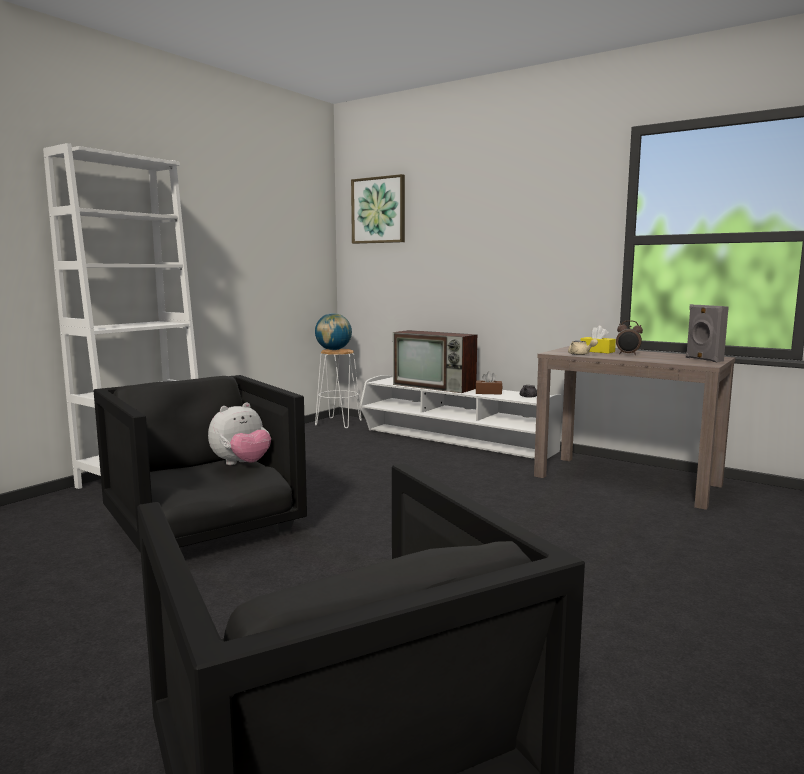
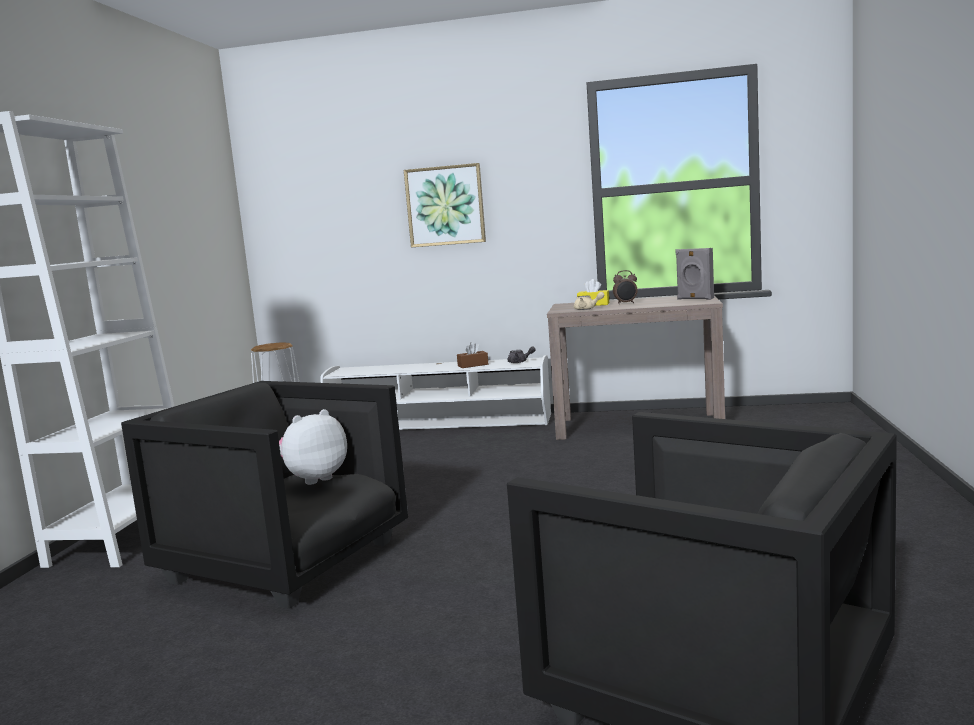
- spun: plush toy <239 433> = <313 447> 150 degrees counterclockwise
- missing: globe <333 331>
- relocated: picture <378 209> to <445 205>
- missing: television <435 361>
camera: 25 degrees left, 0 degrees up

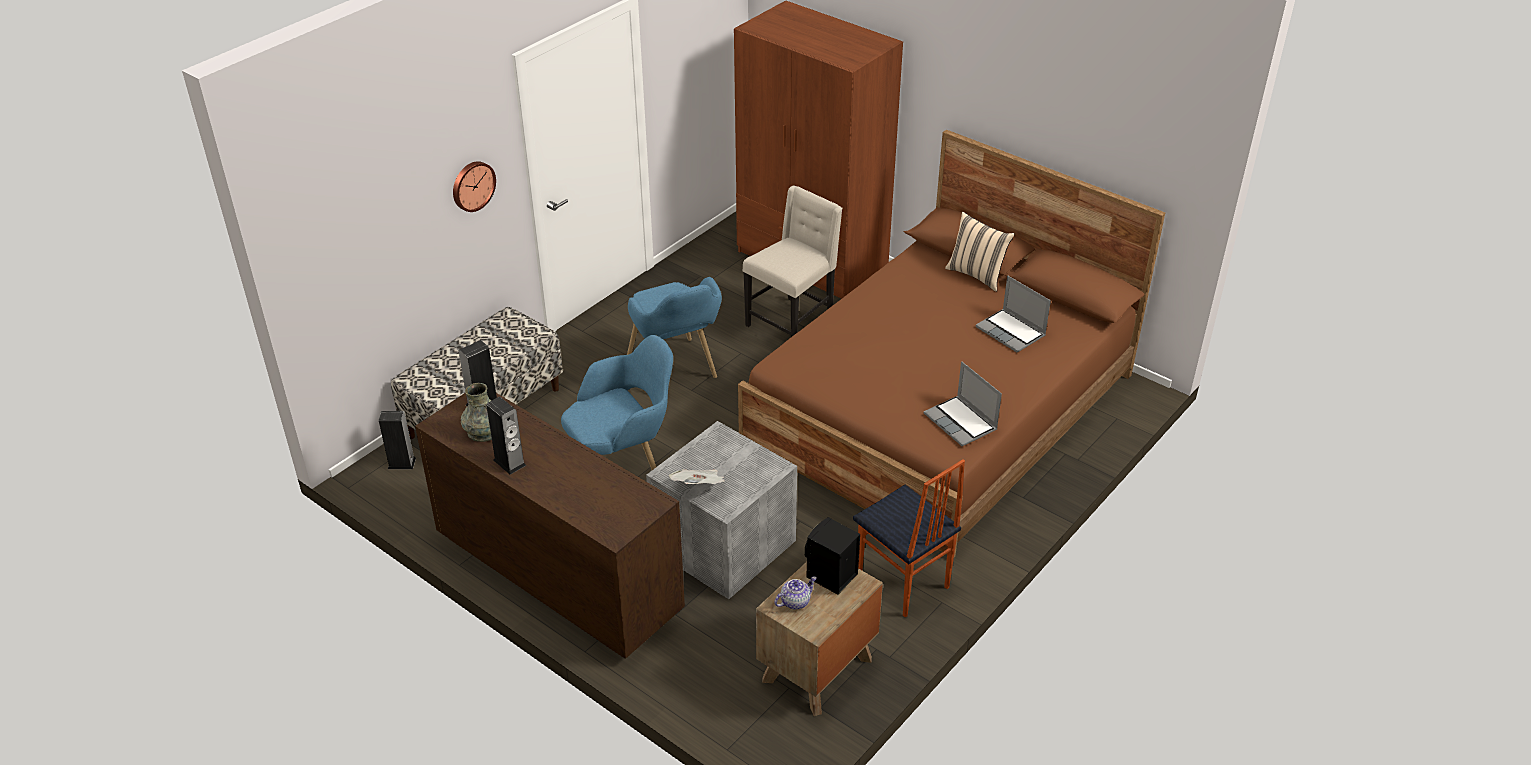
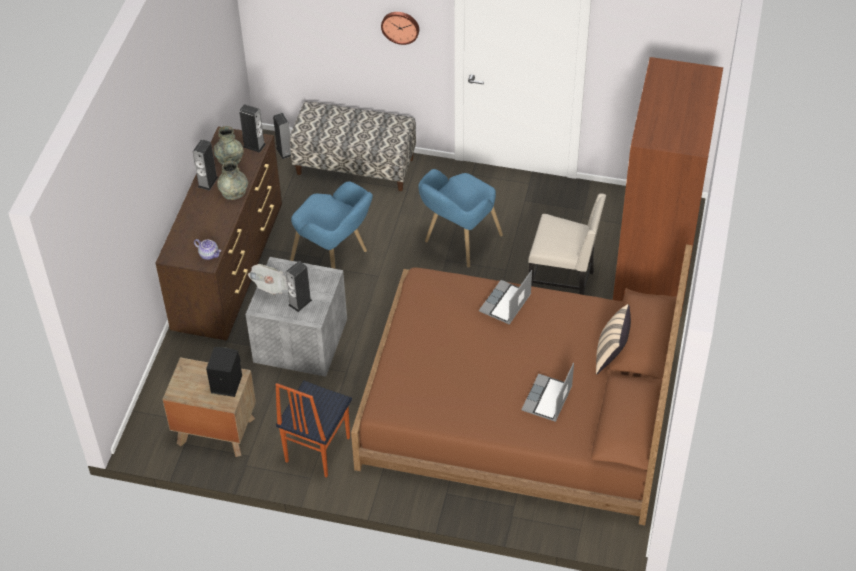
- relocated: teapot <795 593> to <207 249>
- relocated: laptop <963 403> to <505 297>
- appeared: vase/grey <232 180>
- appeared: speaker <299 286>
camera: 65 degrees right, 10 degrees up

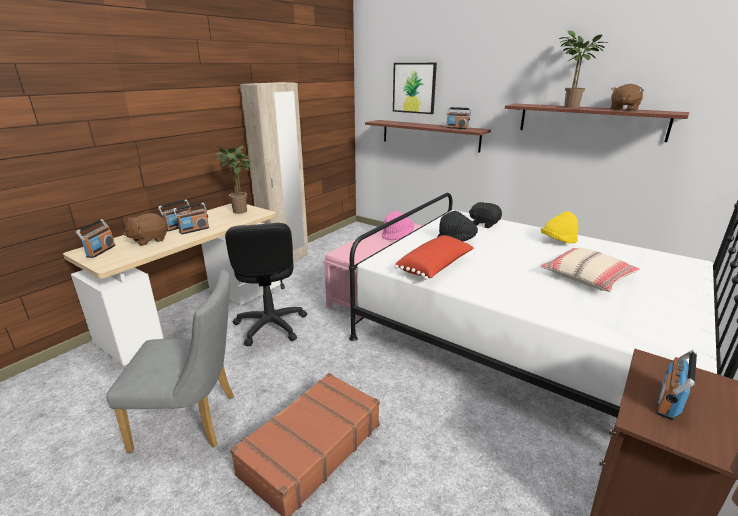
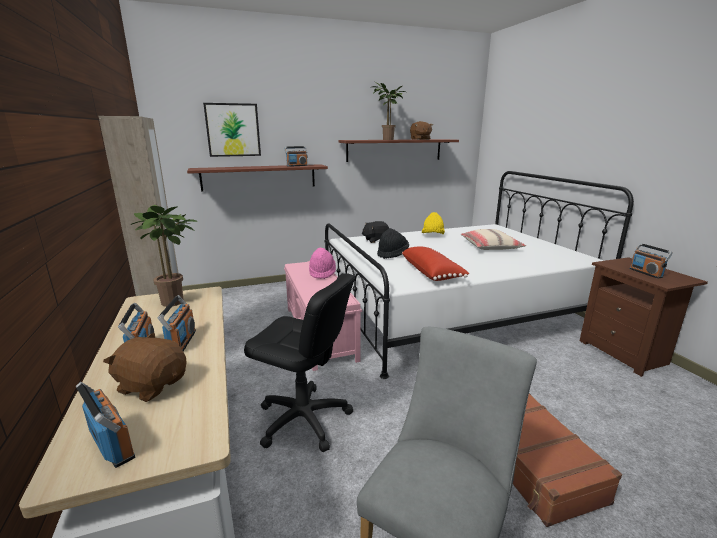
- spun: plush toy/brown <145 229> = <145 367> 120 degrees clockwise
camera: 55 degrees left, 5 degrees down

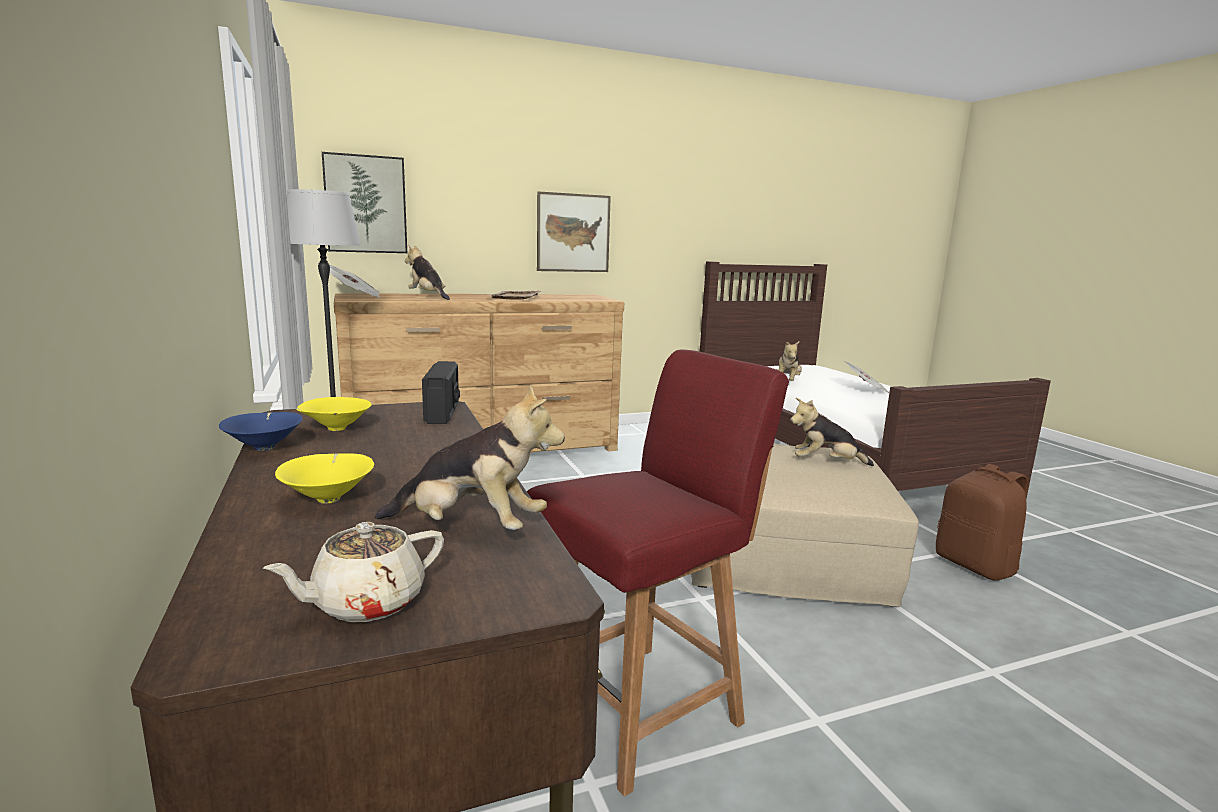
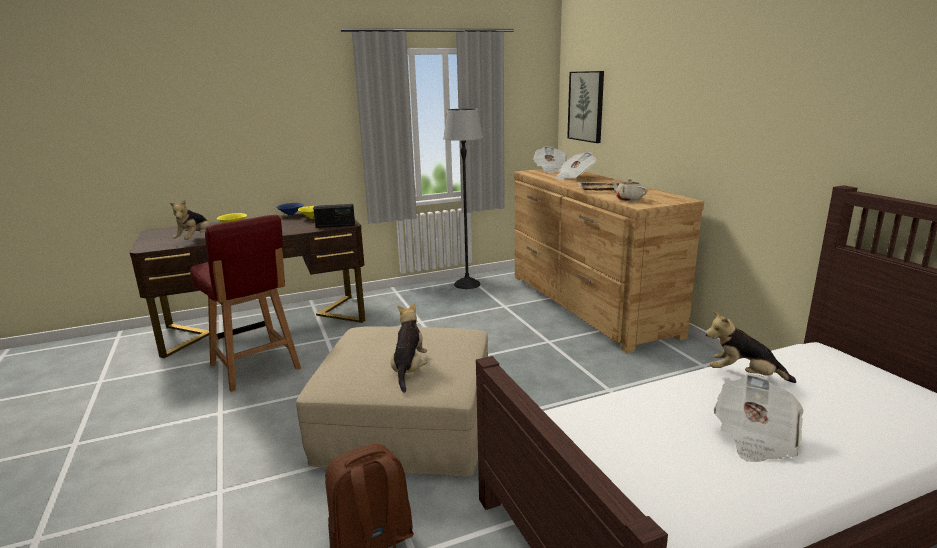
- relocated: teapot/beige <353 572> to <630 190>
- exchanged: plush toy <427 272> to newspaper <576 165>
- missing: picture <574 231>
camera: 90 degrees right, 5 degrees up

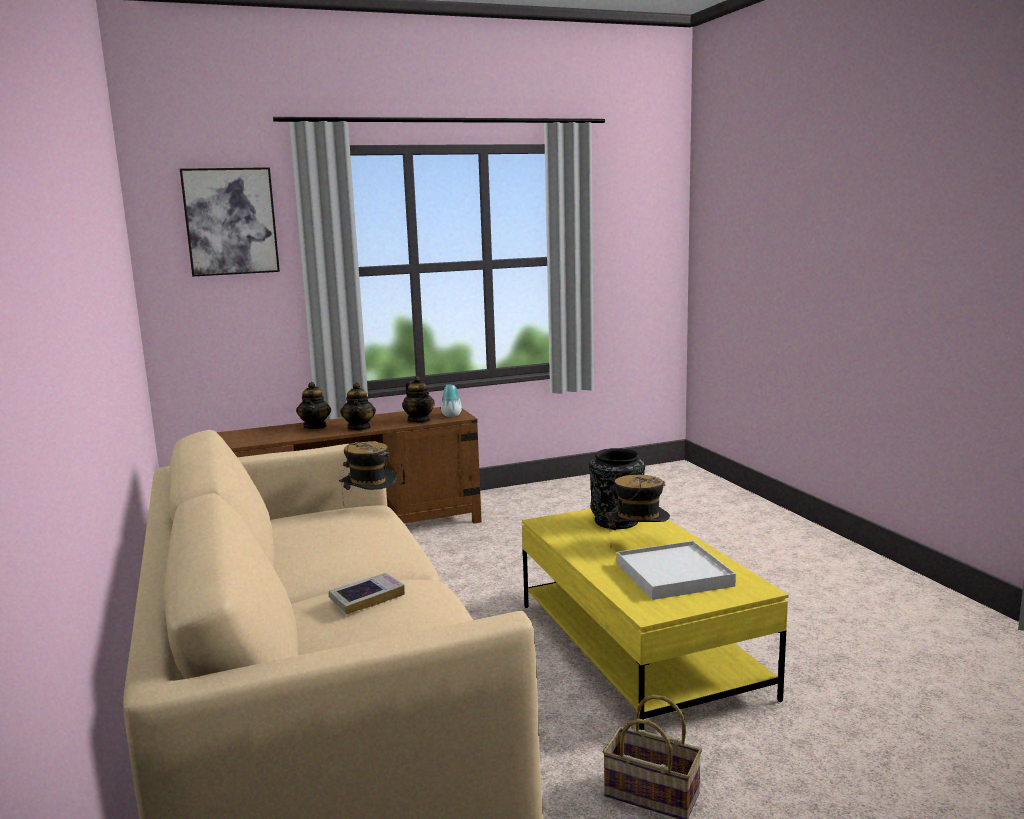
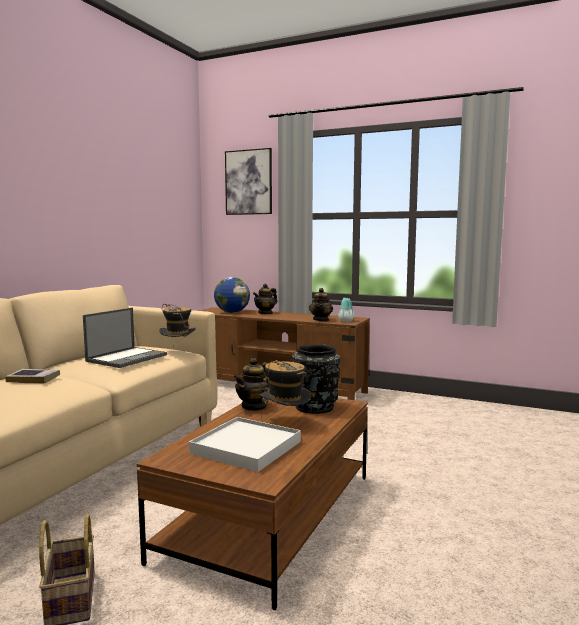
- relocated: teapot <358 406> to <251 384>
- colour: coffee table/yellow <655 619> to coffee table/brown <252 504>
- appeared: laptop <125 338>
- appeared: globe <232 295>
camera: 45 degrees right, 5 degrees down

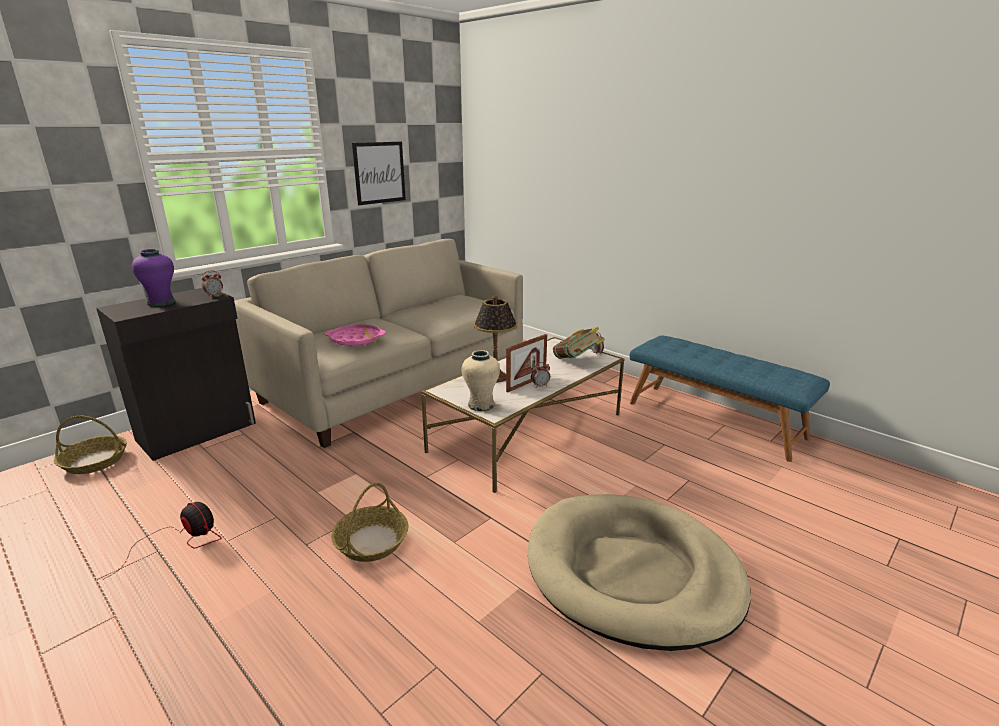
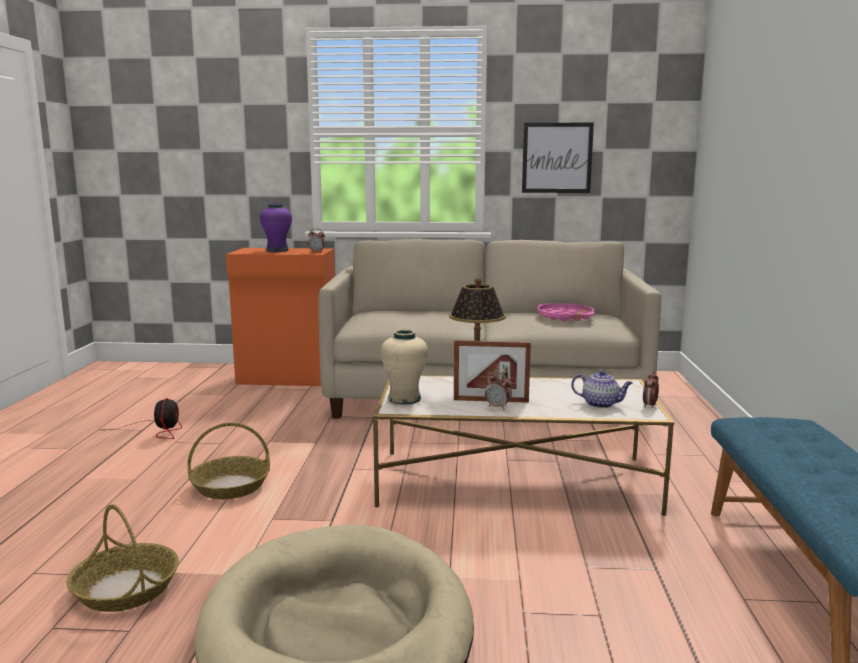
- relocated: basket <90 445> to <122 558>
- colour: cabinet/black <176 374> to cabinet/orange <280 317>
- relocated: tray/pink <355 335> to <566 312>
- exchanged: book <579 343> to teapot <602 389>
camera: 50 degrees right, 10 degrees down

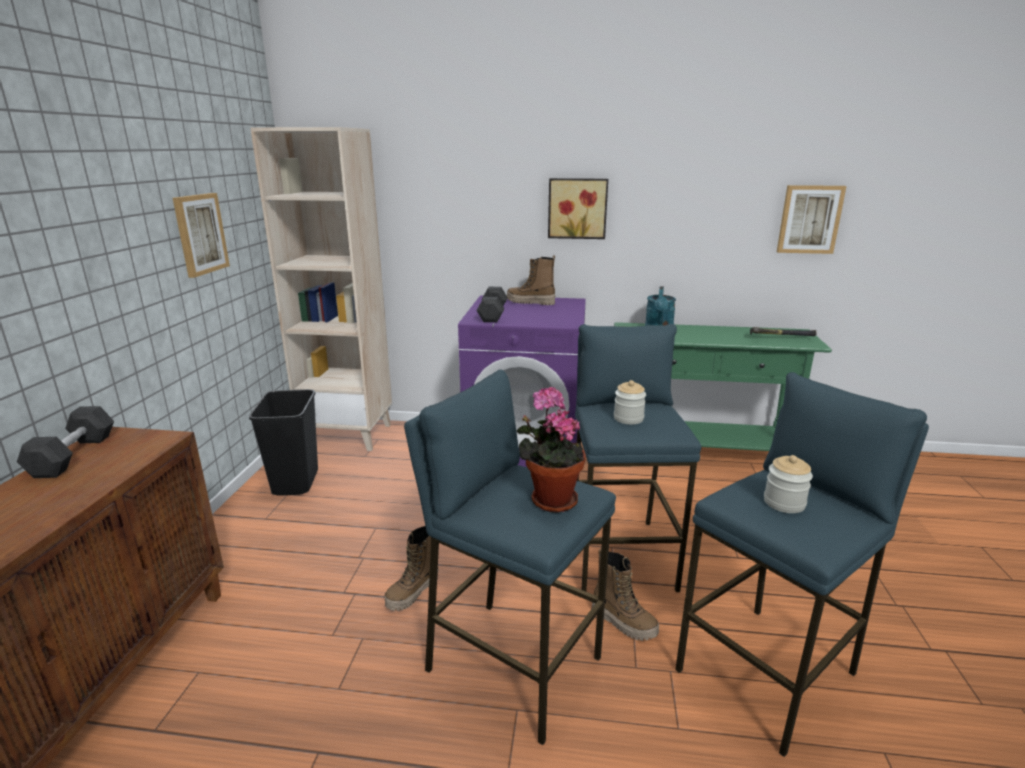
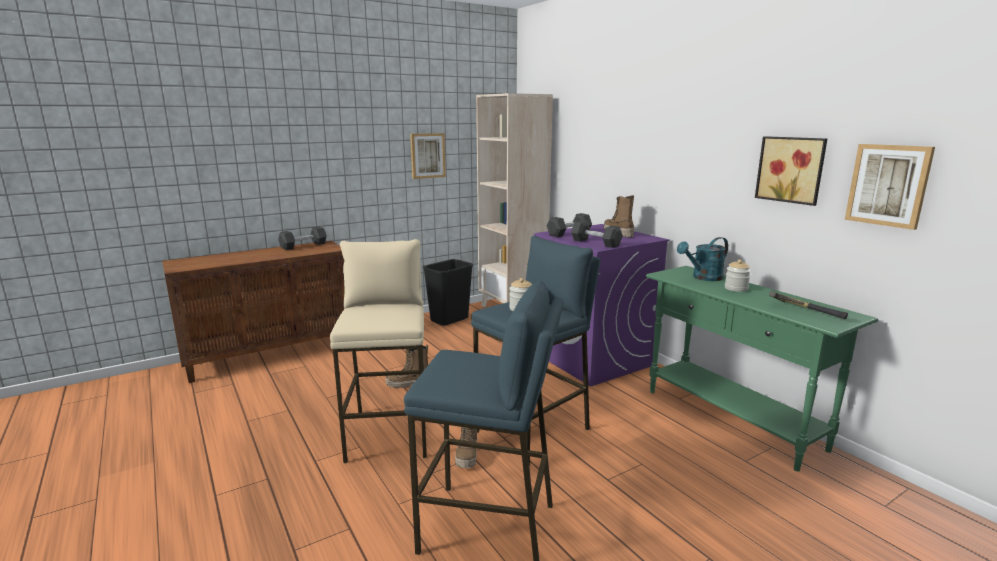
- colour: stool/blue <510 557> to stool/beige <378 351>
- missing: potted plant <551 450>
- relocated: picture <578 208> to <791 171>
- relocated: jar <788 484> to <738 276>
- appeared: dumbbell/black <596 234>
camera: 50 degrees right, 5 degrees down

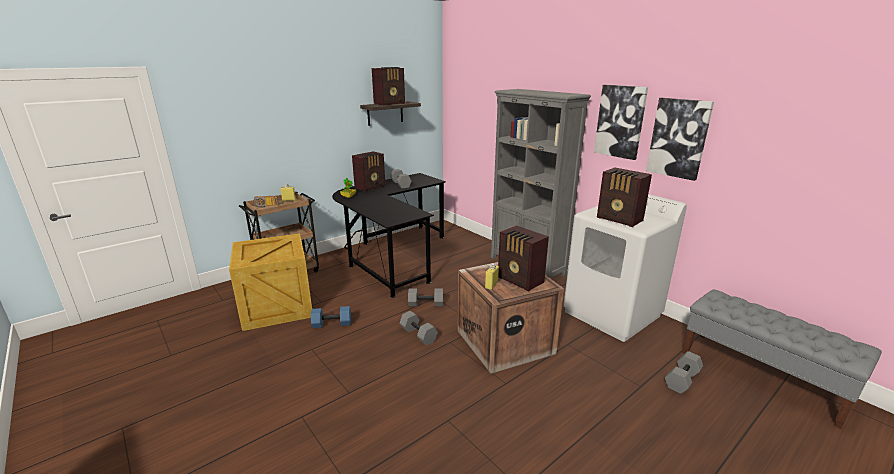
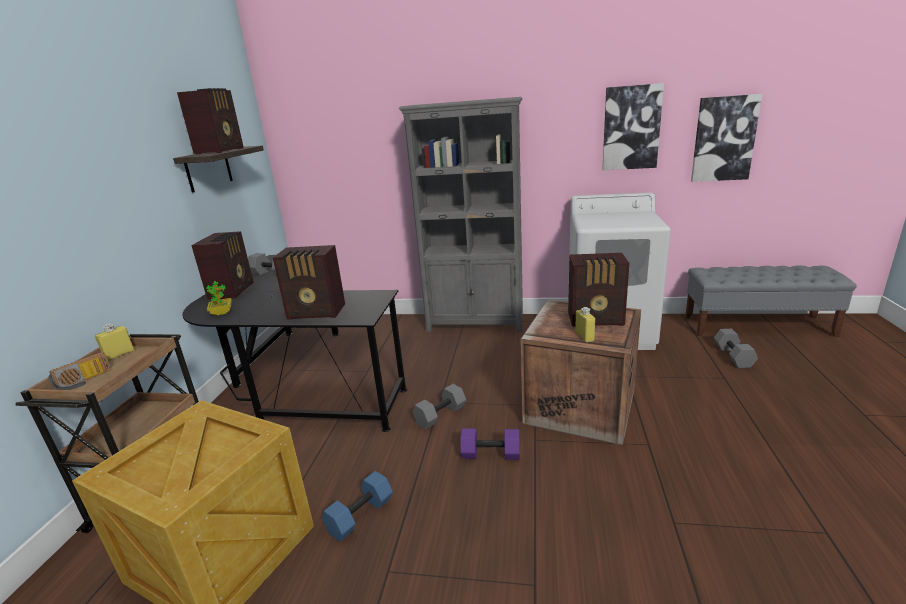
- colour: dumbbell/grey <419 328> to dumbbell/purple <490 444>
- relocated: picture <621 122> to <726 138>
- relocated: radio <624 197> to <309 282>
camera: 40 degrees left, 0 degrees up

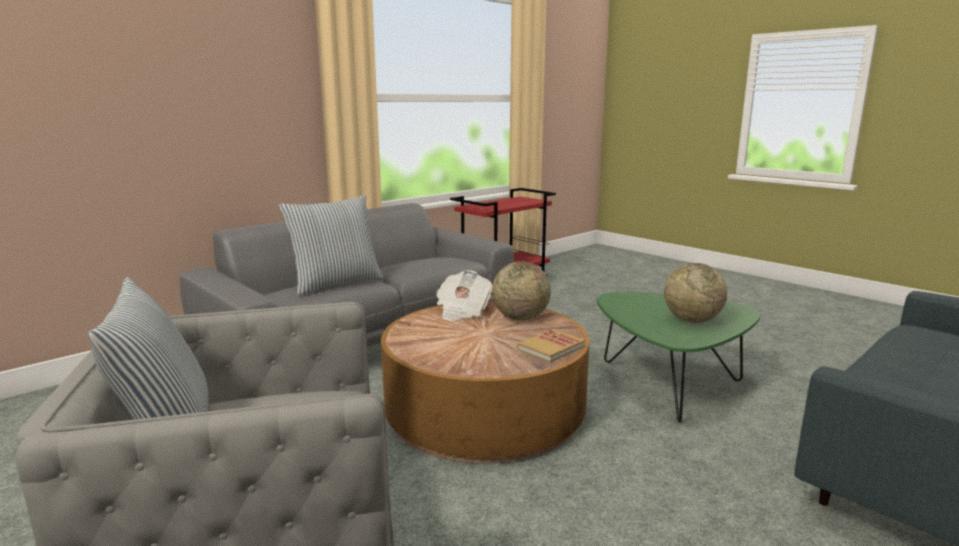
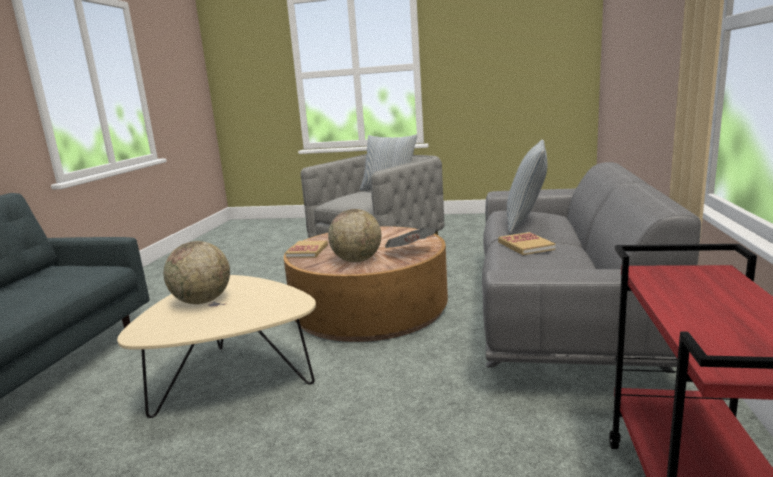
- colour: coffee table/green <678 357> to coffee table/beige <216 346>
- appeared: book <526 243>
camera: 145 degrees right, 0 degrees up

